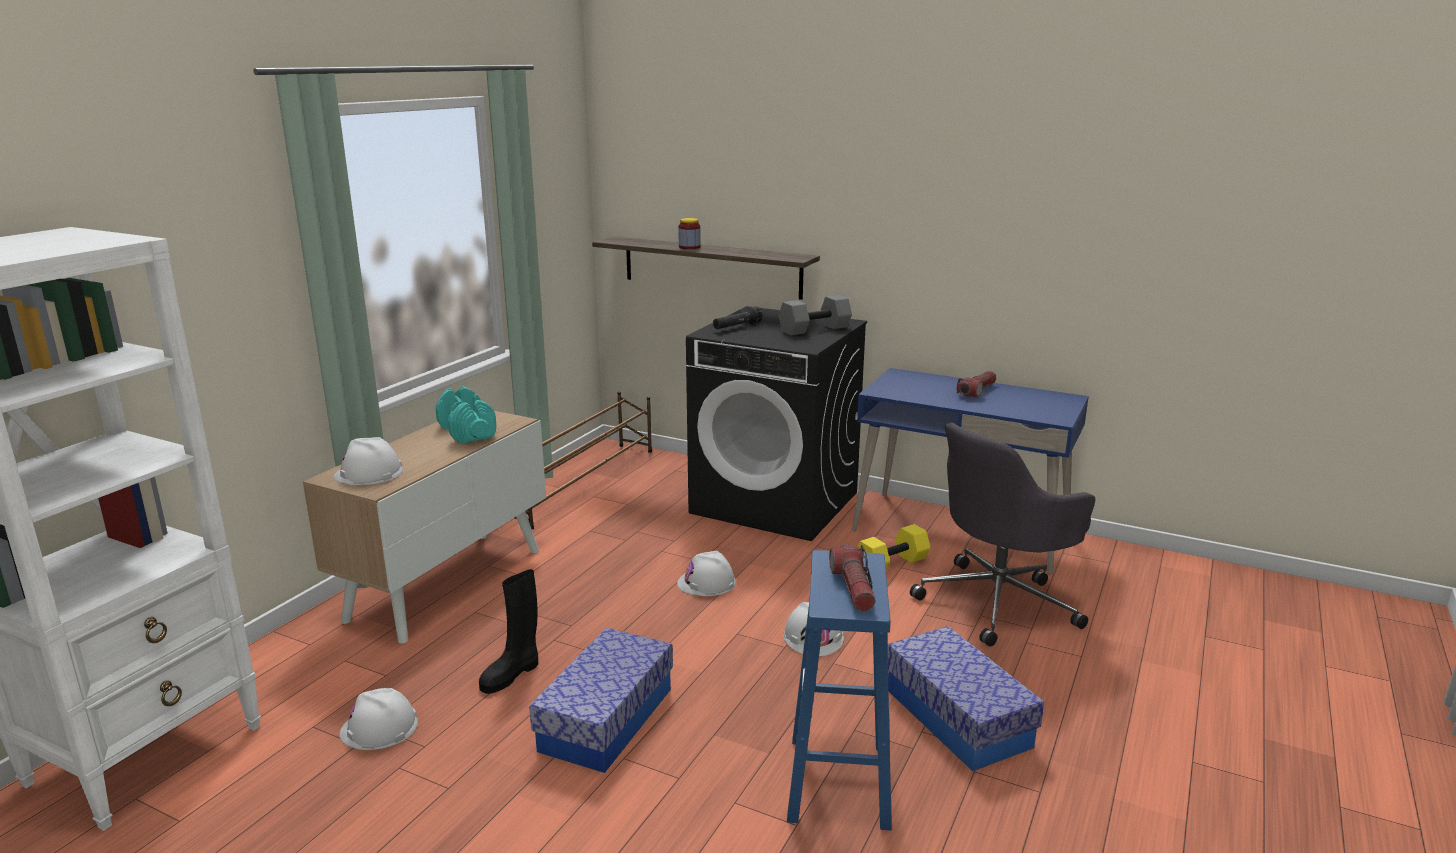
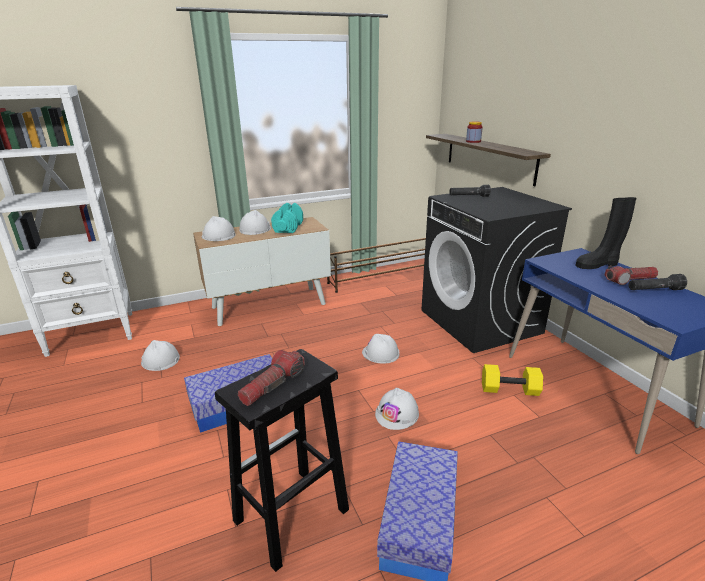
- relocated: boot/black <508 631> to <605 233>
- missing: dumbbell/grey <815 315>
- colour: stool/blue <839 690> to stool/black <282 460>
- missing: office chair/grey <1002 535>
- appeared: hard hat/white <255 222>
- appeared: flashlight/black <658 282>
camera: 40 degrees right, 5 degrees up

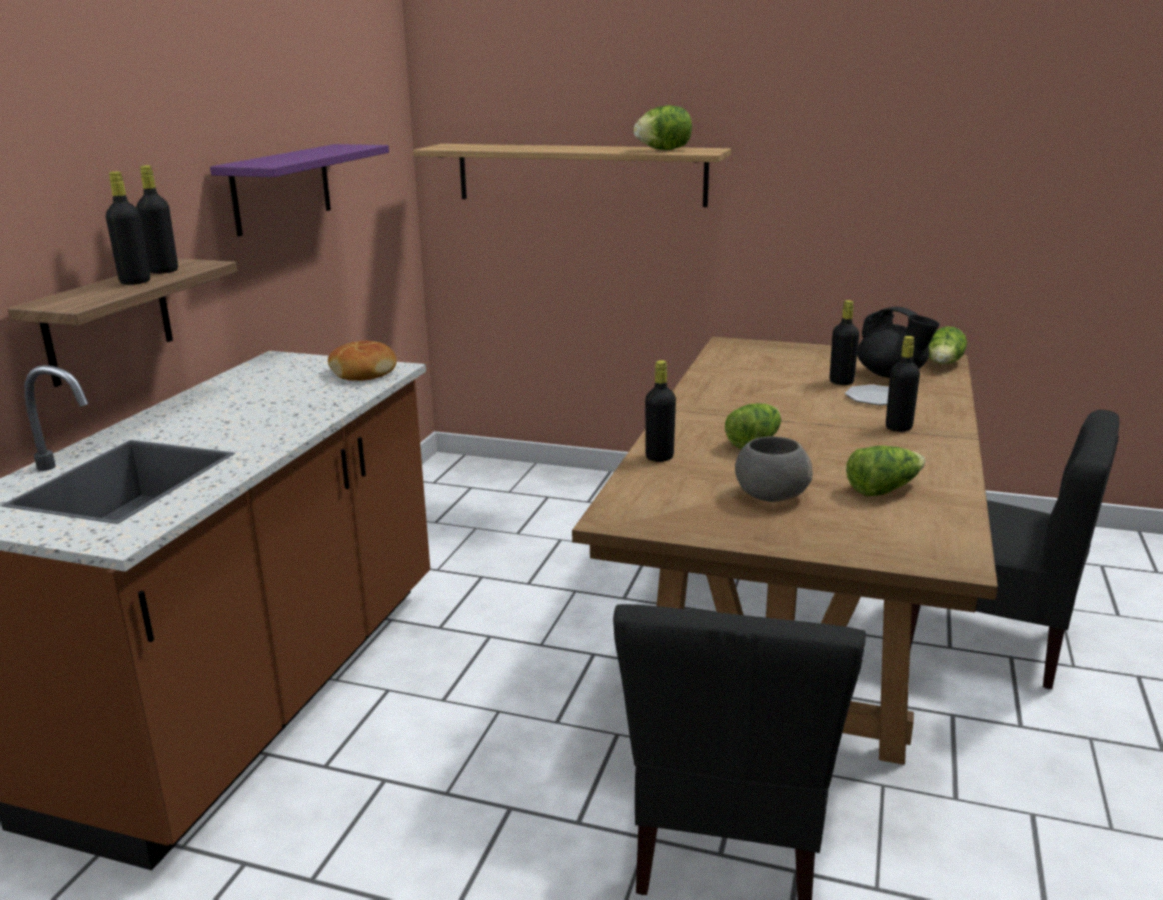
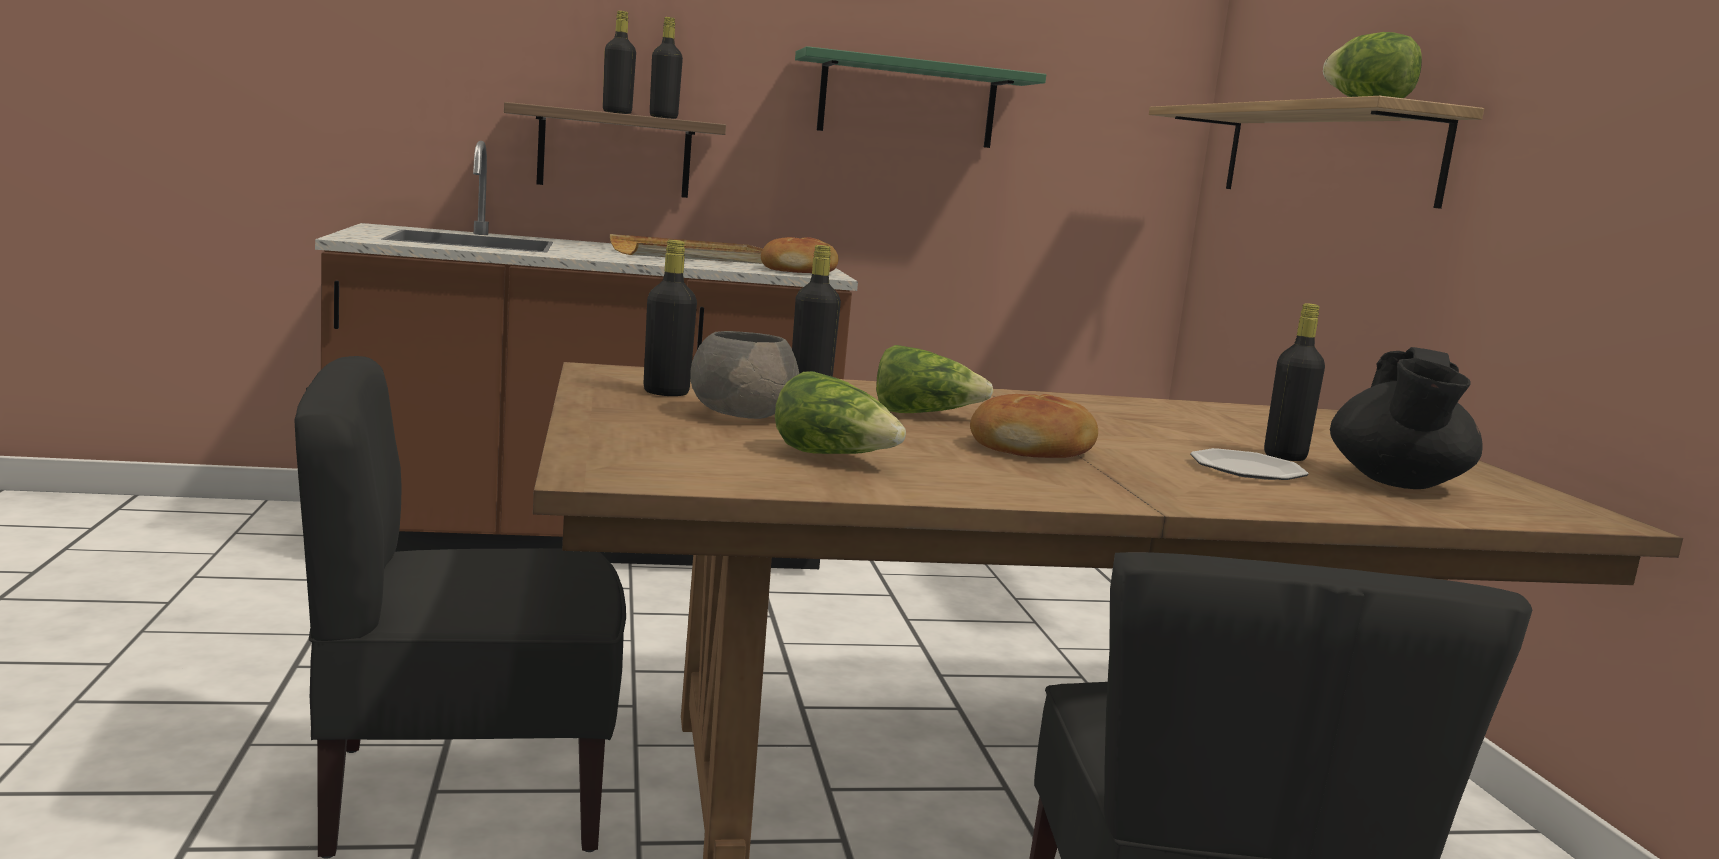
- colour: shelf/purple <299 190> to shelf/green <920 97>
- relocated: bottle/black <903 384> to <670 318>
- missing: lettuce <947 345>
- appeared: tray/beige <686 249>
- appeared: bread <1034 426>
camera: 60 degrees right, 10 degrees down

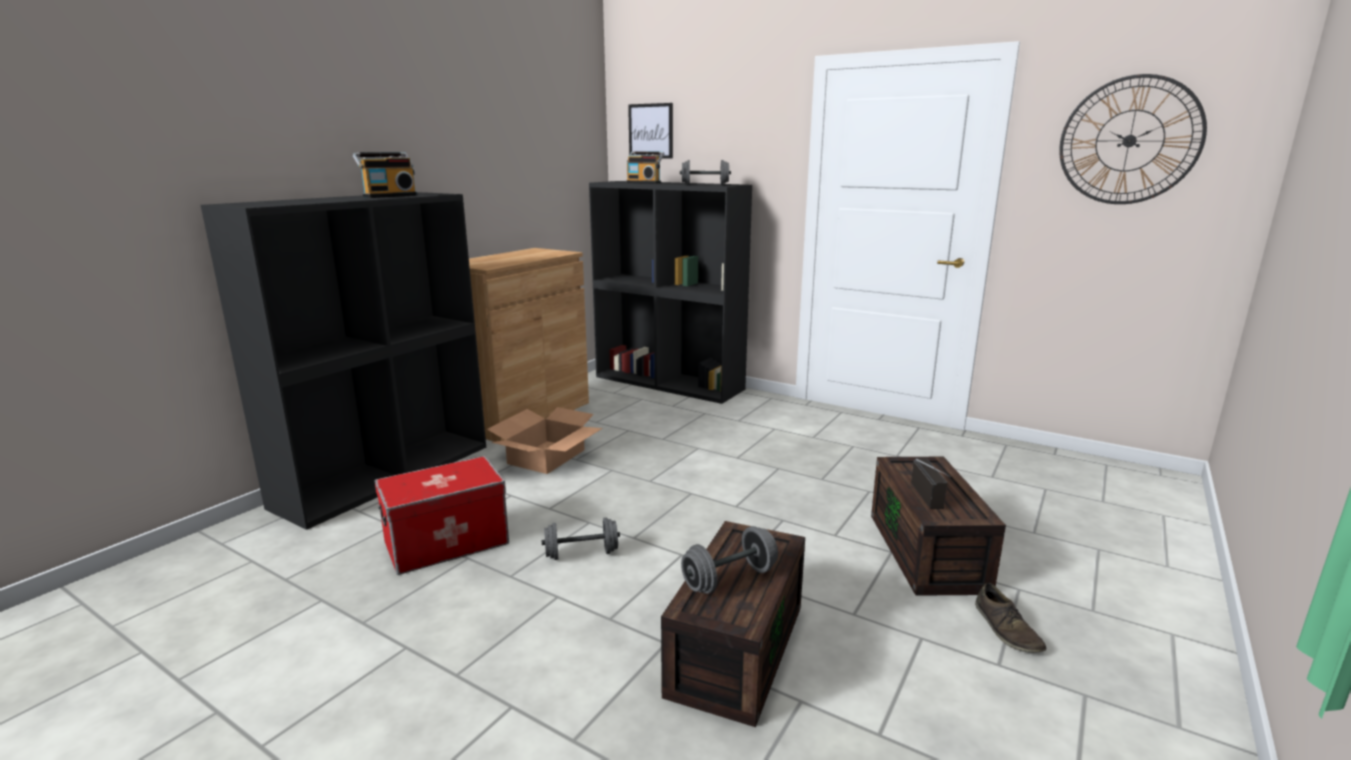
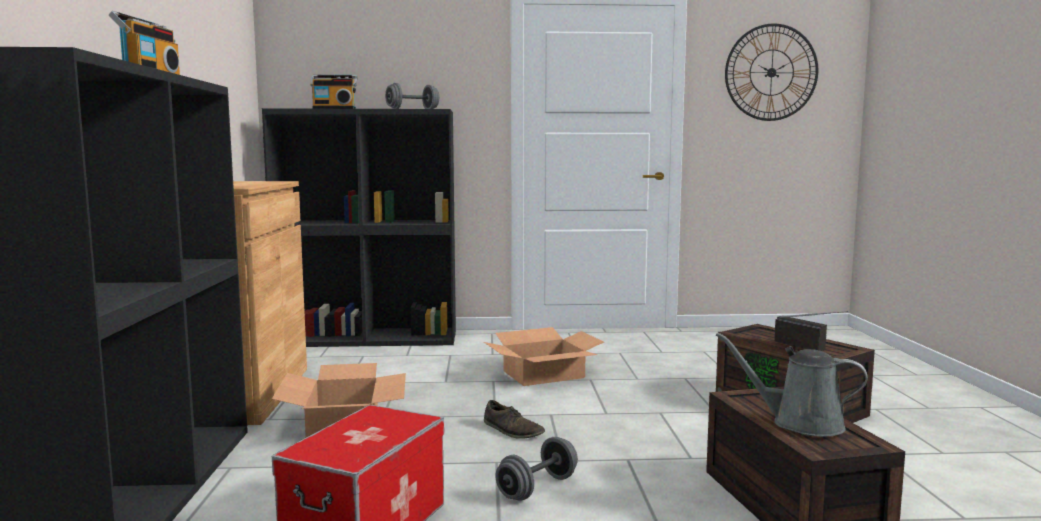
- missing: picture <650 131>
- exchanged: dumbbell/grey <729 560> to watering can/grey <792 385>
- relocated: shoe/brown <1010 618> to <514 419>
- appeared: cardboard box <544 356>
camera: 35 degrees left, 10 degrees down

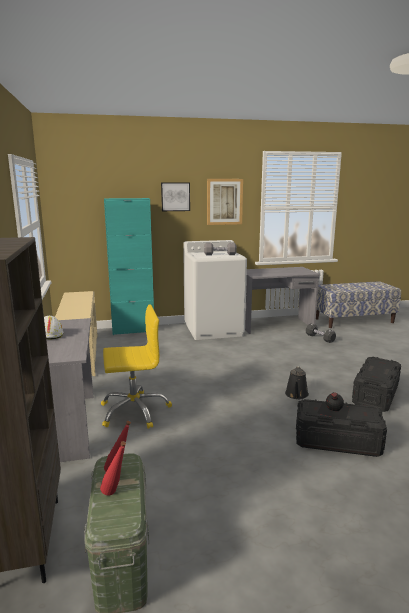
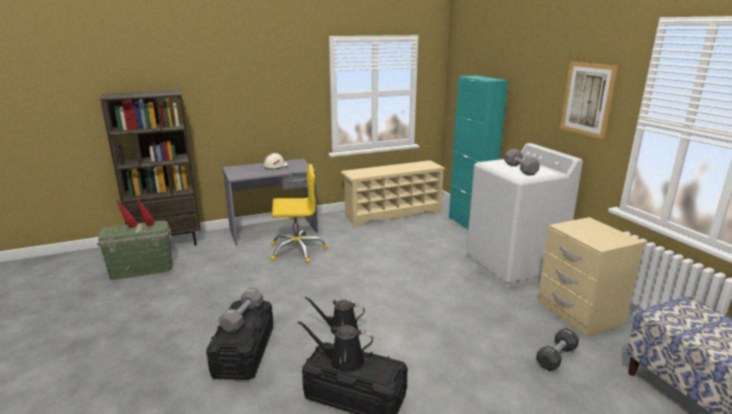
- spun: office chair/yellow <136 366> = <299 213> 75 degrees counterclockwise
- missing: picture <175 197>
- exchanged: desk/grey <282 300> to nightstand/beige <591 277>
- exchanged: bottle/black <333 406> to dumbbell/grey <241 310>
- appeared: watering can/black <335 347>
camera: 80 degrees right, 5 degrees up

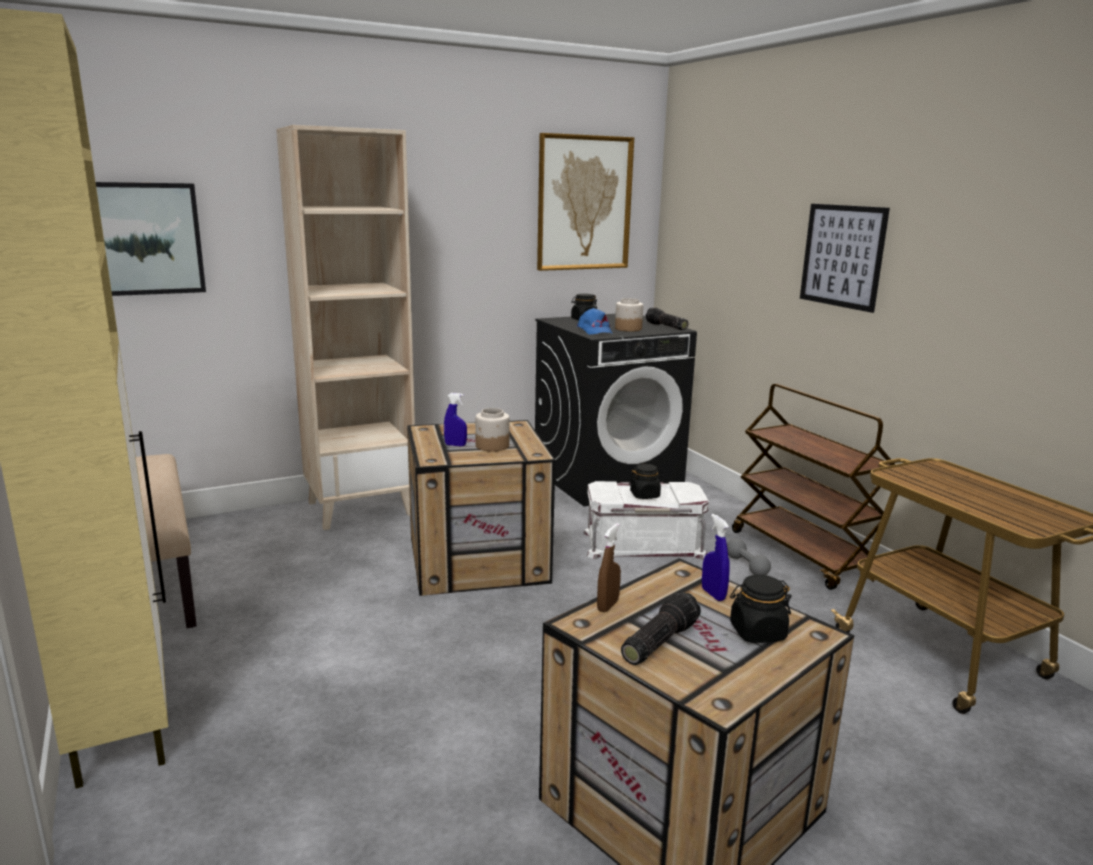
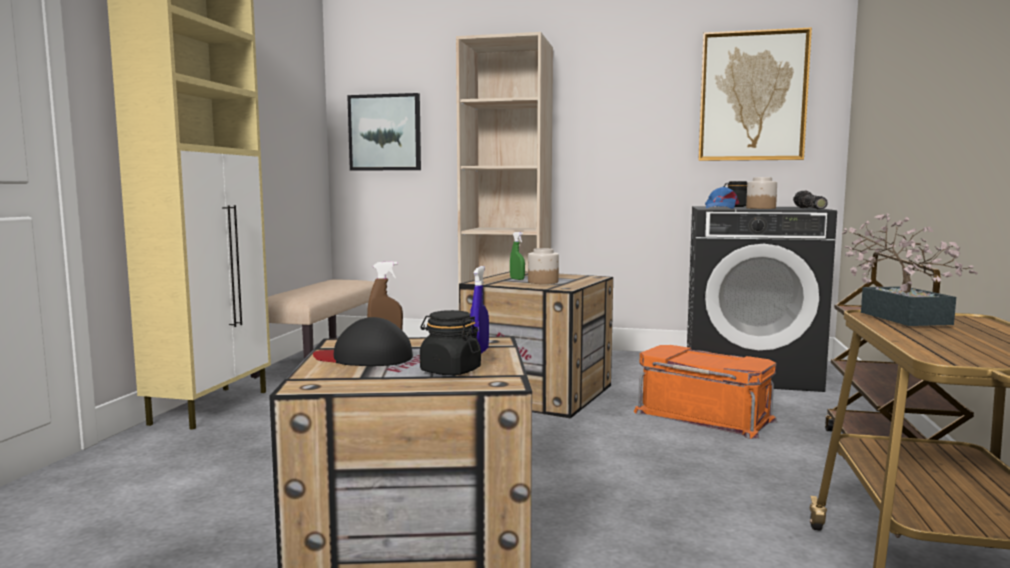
- colour: spray bottle/blue <455 419> to spray bottle/green <517 256>
- colour: storage box/white <646 520> to storage box/orange <705 392>
- exchanged: flashlight <661 628> to cap/black <363 341>
- missing: jar/black <646 481>
- missing: dumbbell/grey <749 556>
- missing: picture <845 258>
- appeared: potted plant <910 269>
camera: 40 degrees right, 10 degrees down

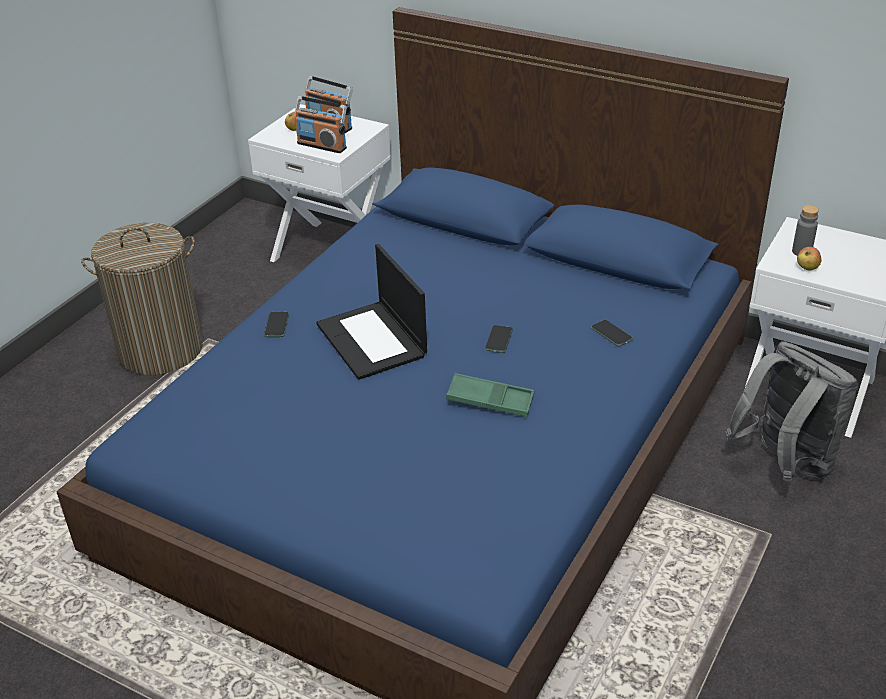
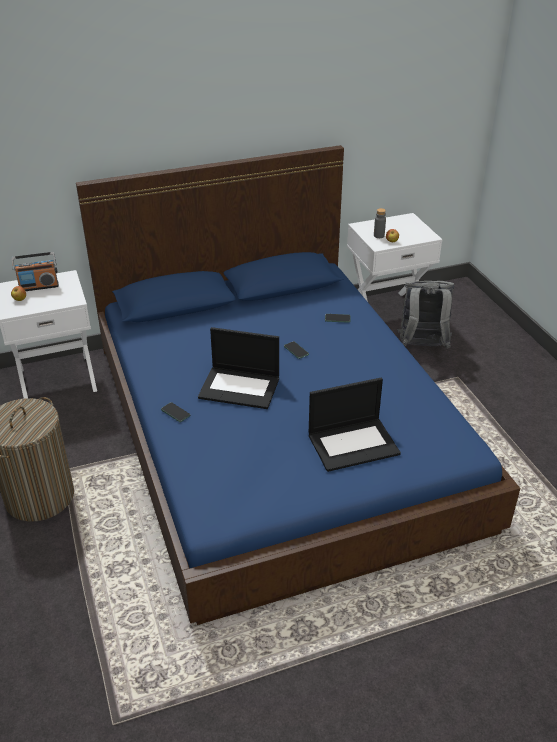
- missing: radio <321 124>
- missing: tray/green <490 395>
- appeared: laptop <355 425>
camera: 50 degrees left, 0 degrees up

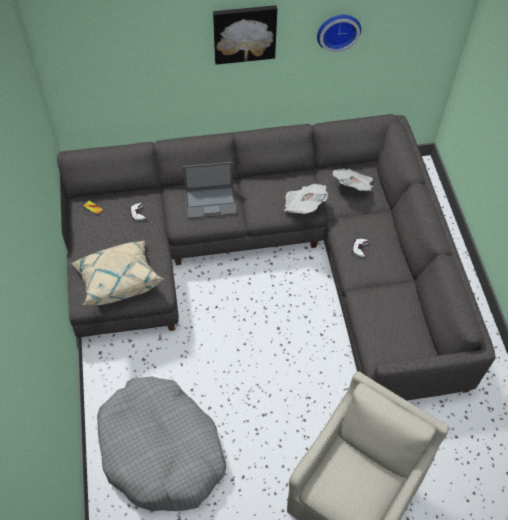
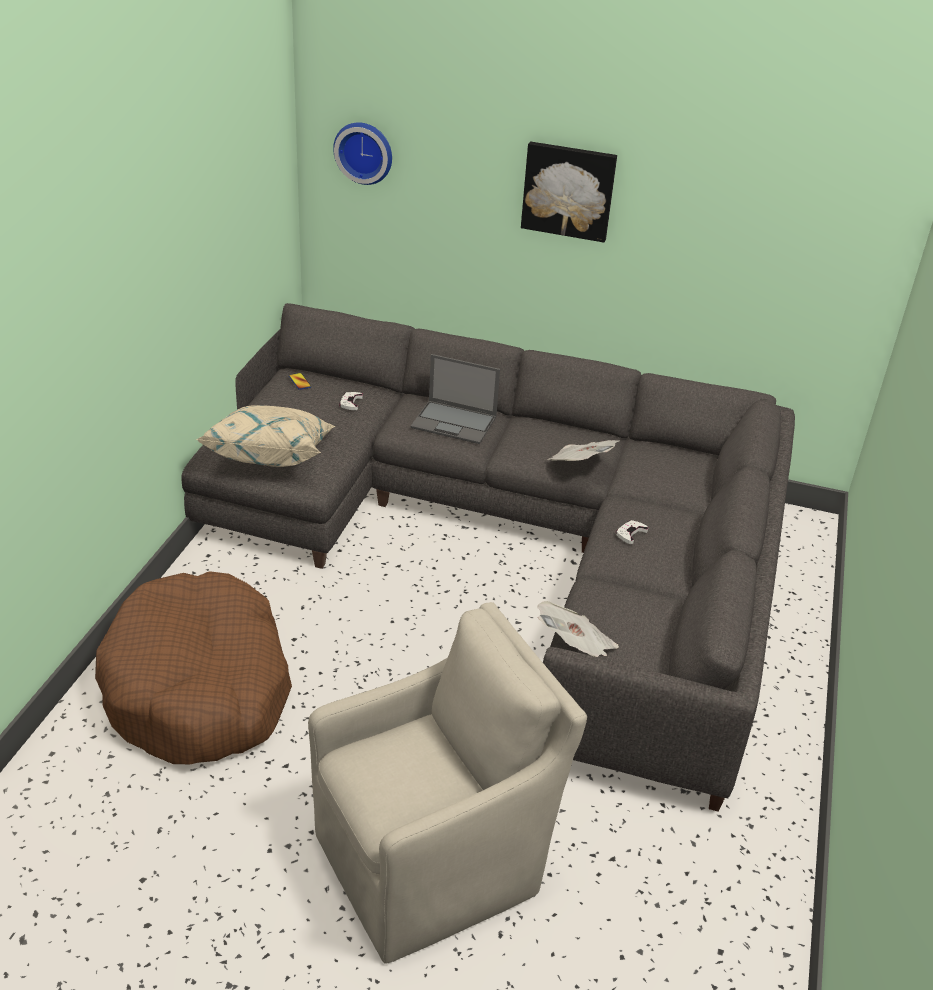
- colour: dog bed/grey <161 444> to dog bed/brown <193 667>
- relocated: wall clock <339 33> to <362 153>
- relocated: newspaper <353 180> to <578 629>
camera: 25 degrees right, 20 degrees down

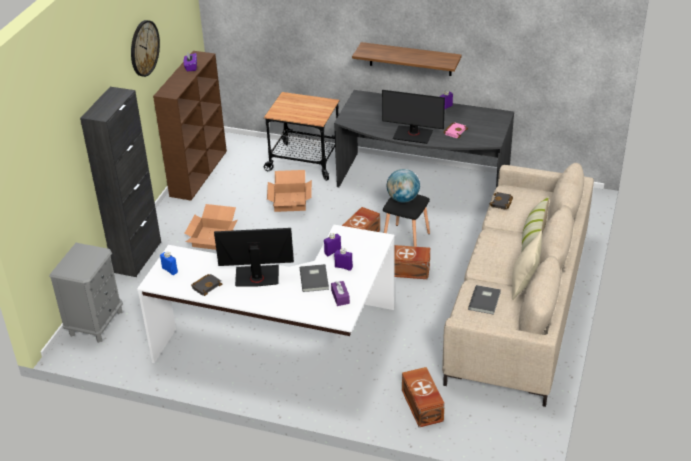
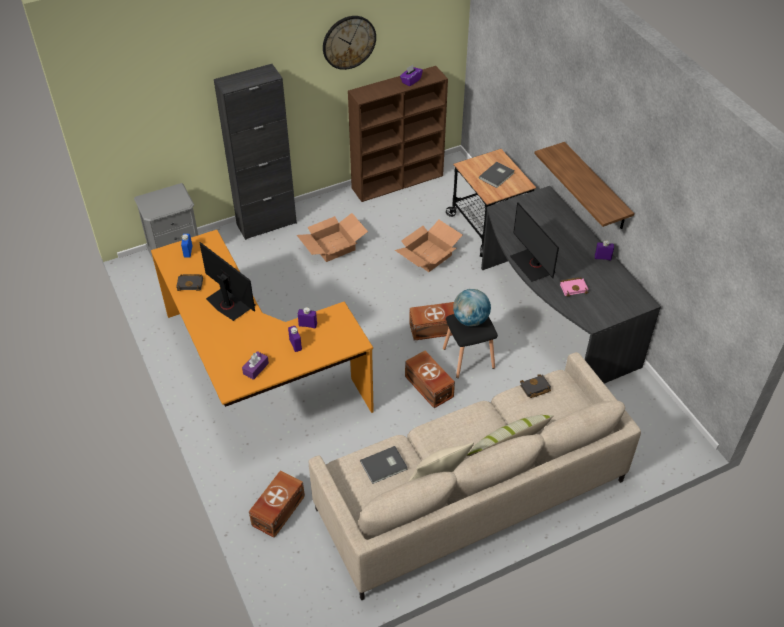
- colour: desk/white <266 294> to desk/orange <262 321>
- relocated: book/grey <314 278> to <497 175>
camera: 45 degrees right, 10 degrees up

